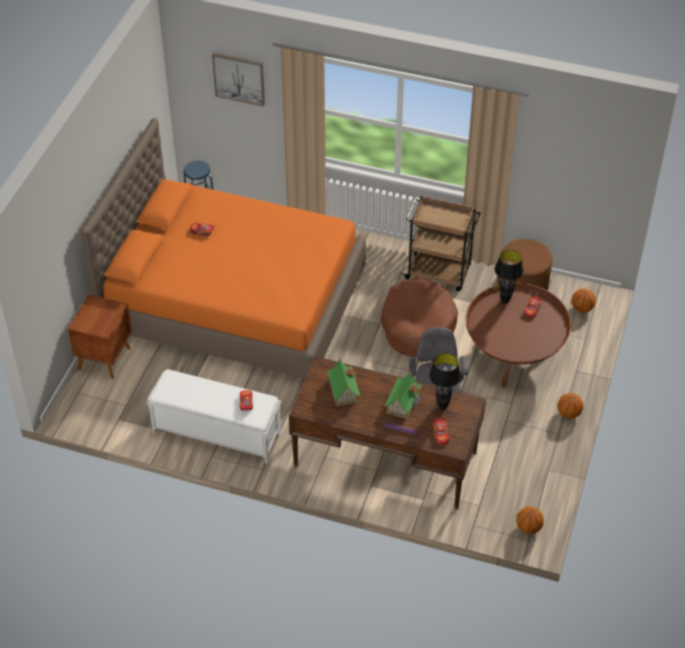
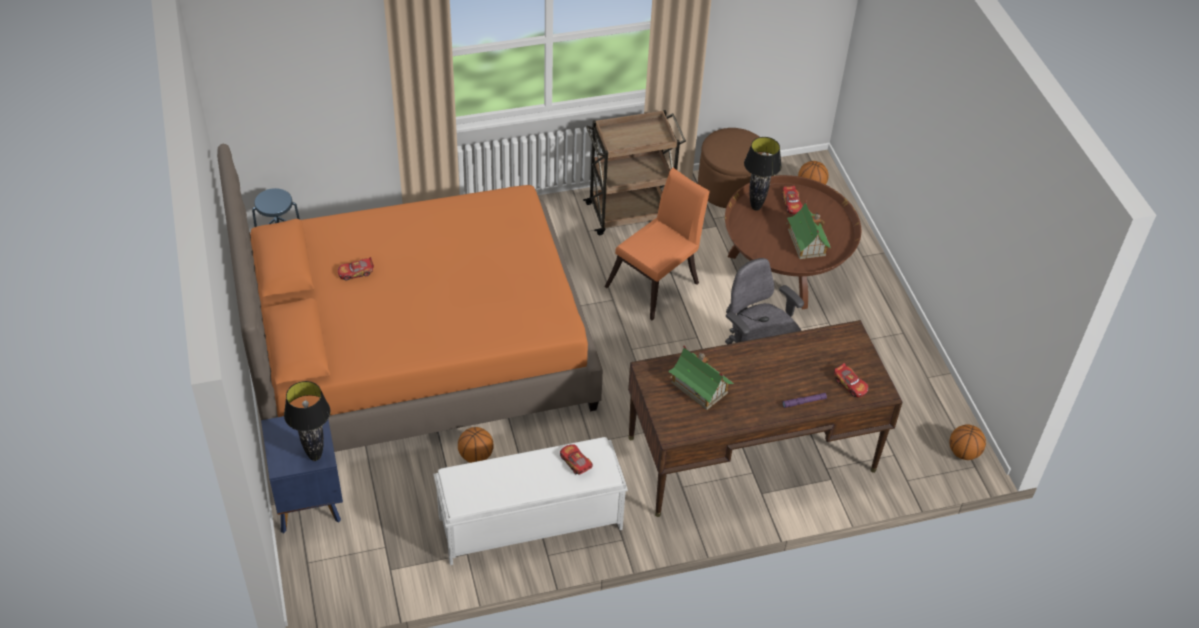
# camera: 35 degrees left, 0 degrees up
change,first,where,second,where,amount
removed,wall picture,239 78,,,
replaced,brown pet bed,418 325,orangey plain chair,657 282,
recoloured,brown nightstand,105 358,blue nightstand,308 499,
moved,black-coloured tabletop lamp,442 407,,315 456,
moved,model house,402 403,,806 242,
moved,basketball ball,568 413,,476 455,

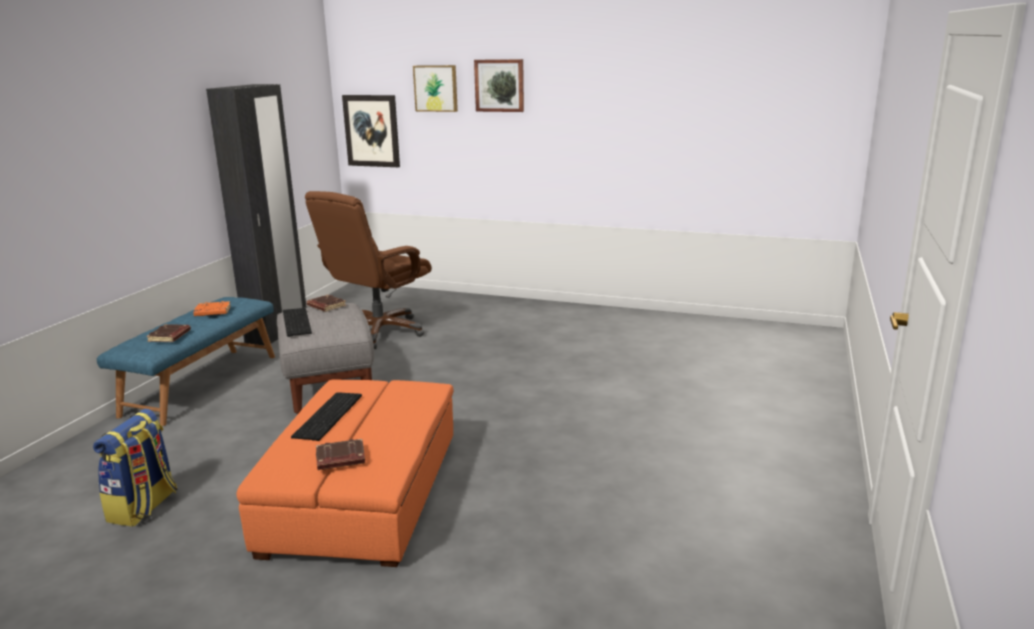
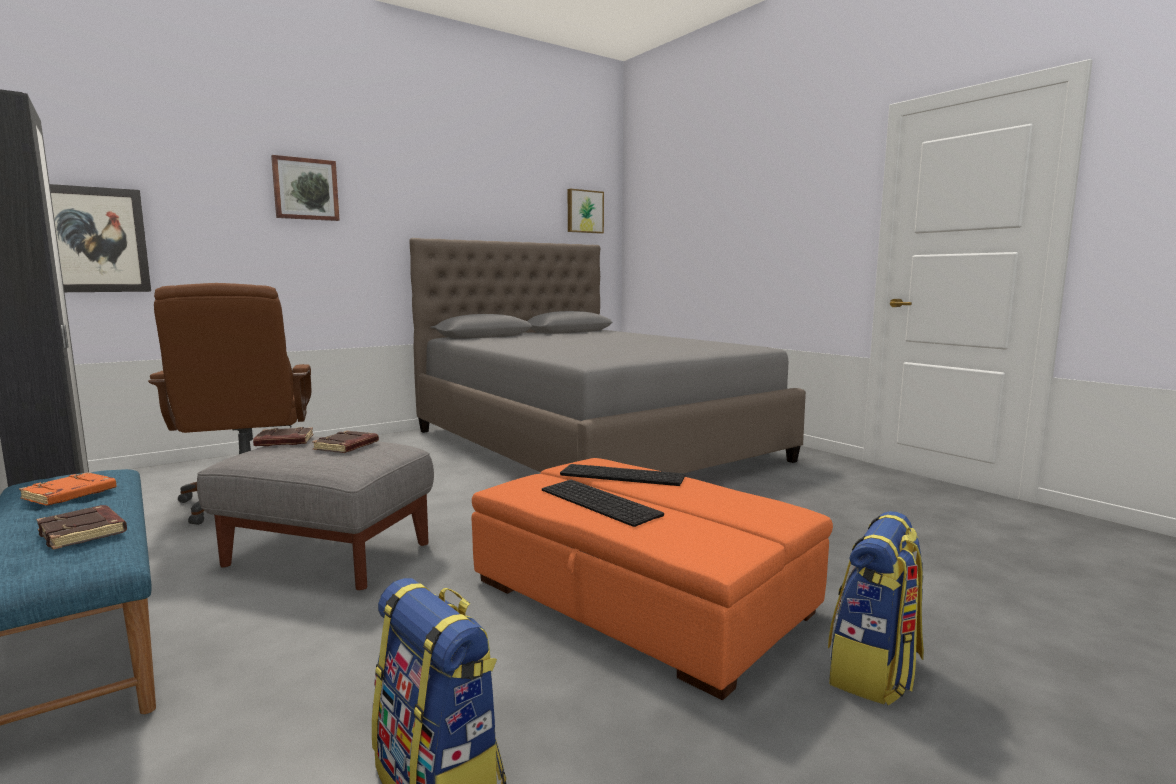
# camera: 55 degrees left, 10 degrees down
change,first,where,second,where,amount
moved,wall picture,436 88,,584 211,
moved,computer keyboard,295 322,,620 475,
moved,brown book,340 459,,347 447,
added,,,greyish sleeping bed,592 445,
added,,,knapsack,874 672,

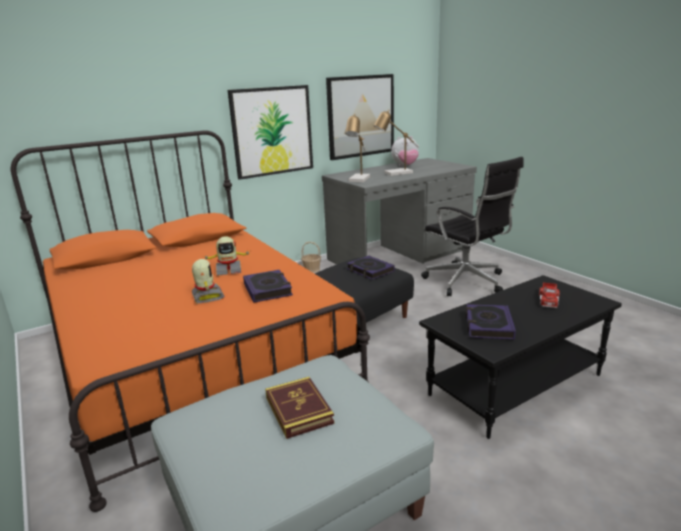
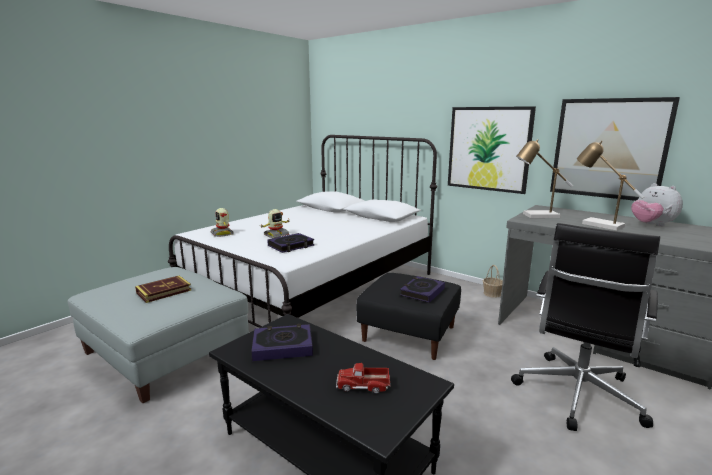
# camera: 70 degrees right, 5 degrees down
change,first,where,second,where,amount
recoloured,orangey sleeping bed,193 359,white sleeping bed,312 286,
moved,model robot,229 270,,223 233,

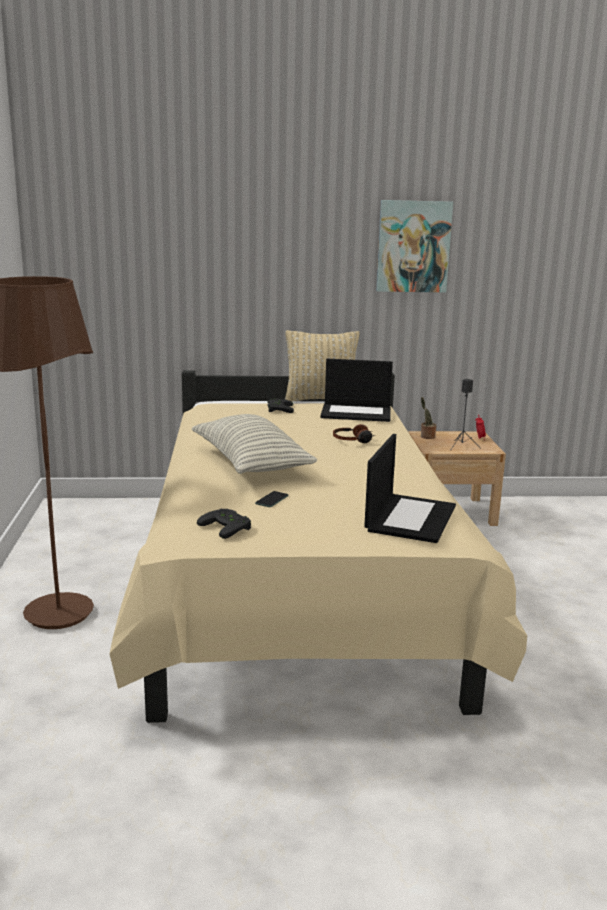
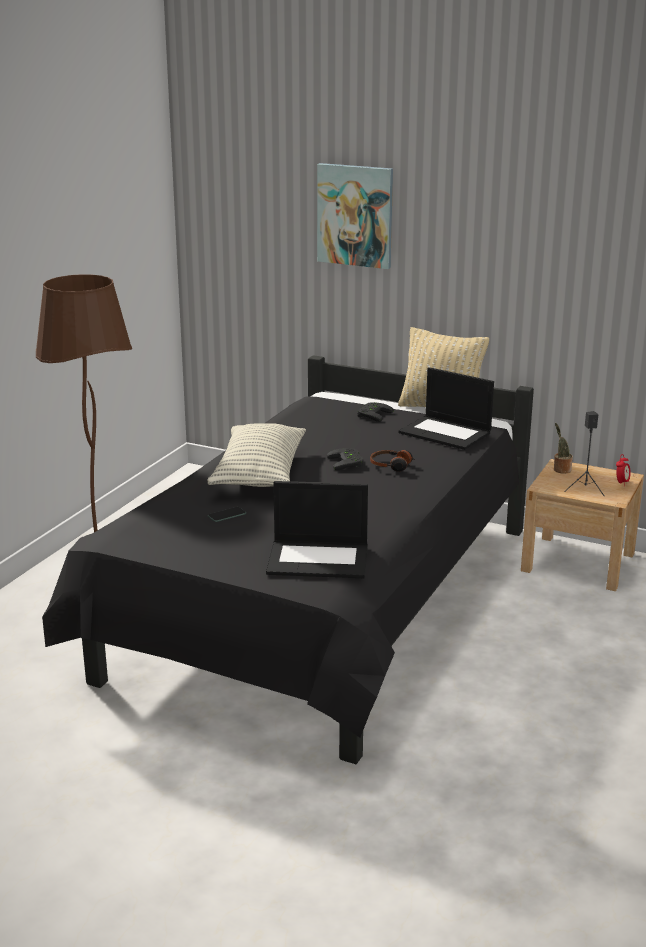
# camera: 30 degrees right, 5 degrees up
change,first,where,second,where,amount
moved,wall picture,413 246,,355 215,
recoloured,sand-coloured sleeping bed,298 590,black-coloured sleeping bed,321 608,
turned,notebook computer,410 518,,319 559,45 degrees clockwise
moved,black-coloured joypad,228 526,,348 462,

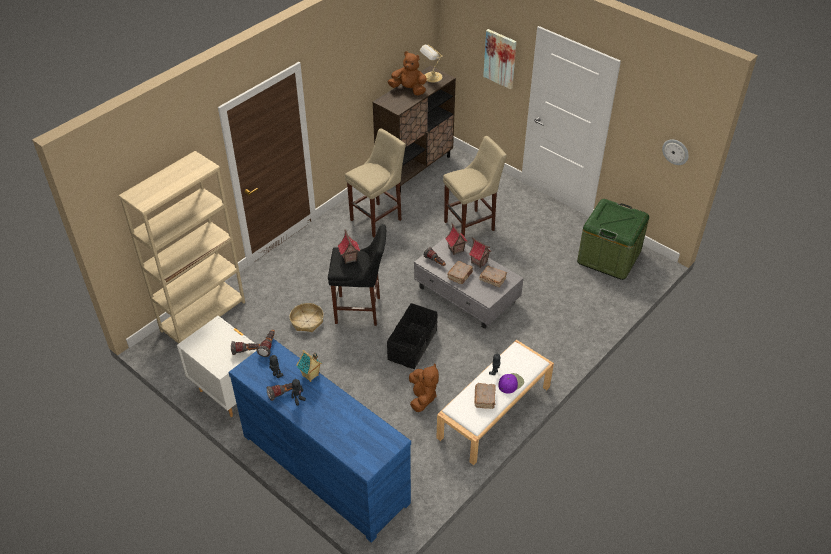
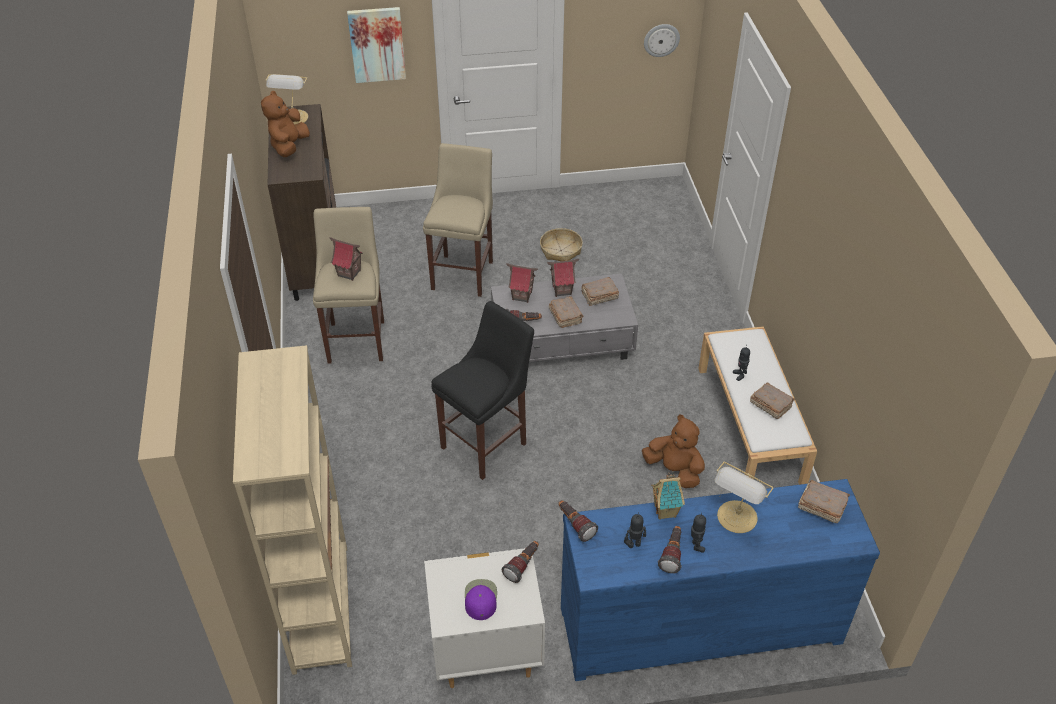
# camera: 50 degrees left, 0 degrees up
change,first,where,second,where,amount
turned,brown cuddly toy,409 90,,289 146,45 degrees counterclockwise
removed,greenish storage box,609 257,,,
moved,model house,349 258,,349 273,
moved,basket,307 321,,560 250,
removed,black-coloured storage box,413 345,,,
moved,purple cap,510 383,,480 599,
added,,,tabletop lamp,736 518,
added,,,brown book,821 506,

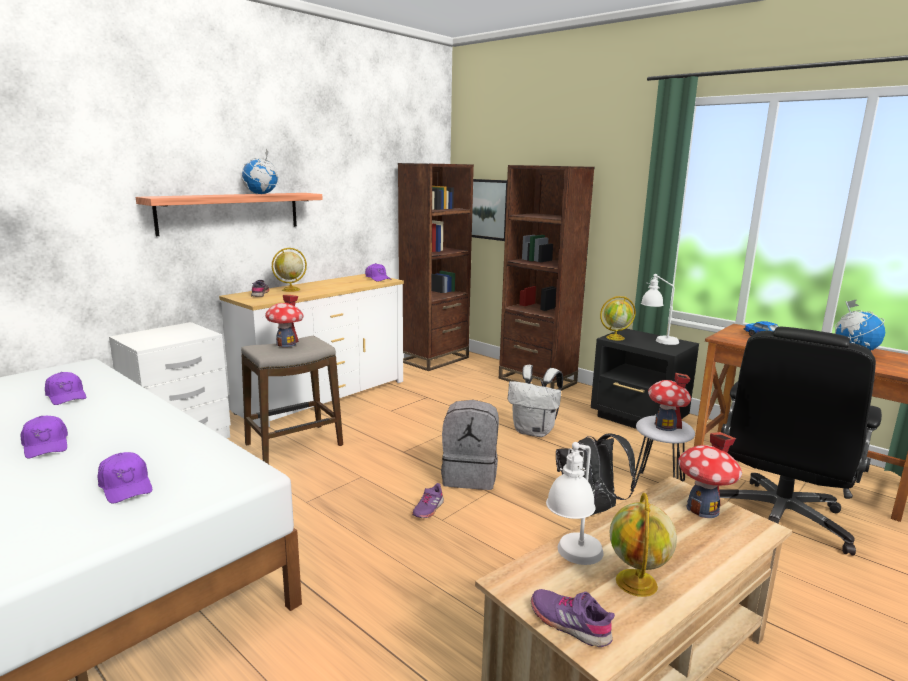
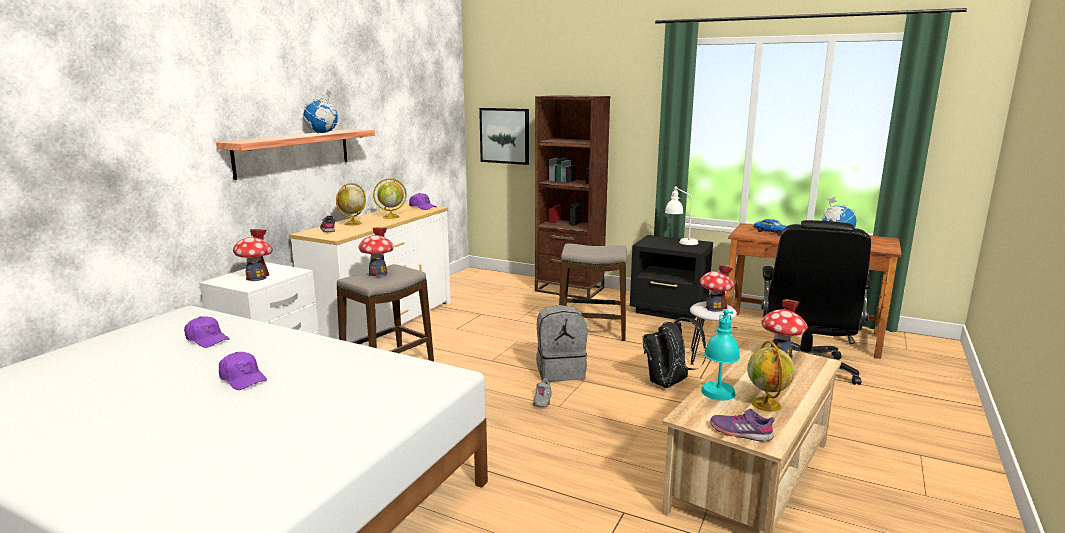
# camera: 15 degrees left, 0 degrees up
change,first,where,second,where,amount
removed,brown bookcase,434 359,,,
moved,globe,615 338,,391 217,
replaced,white knapsack,534 431,stool seat,592 330,
recoloured,white tabletop lamp,573 561,blue-green tabletop lamp,718 399,
removed,purple cap,126 486,,,
recoloured,purple low shoe,428 509,greyish low shoe,542 400,
added,,,model house,256 278,

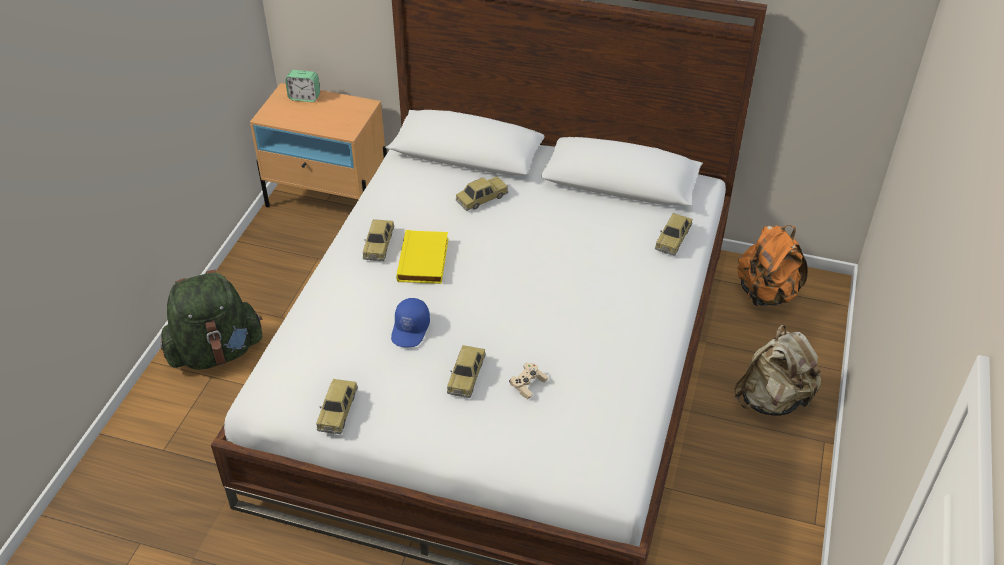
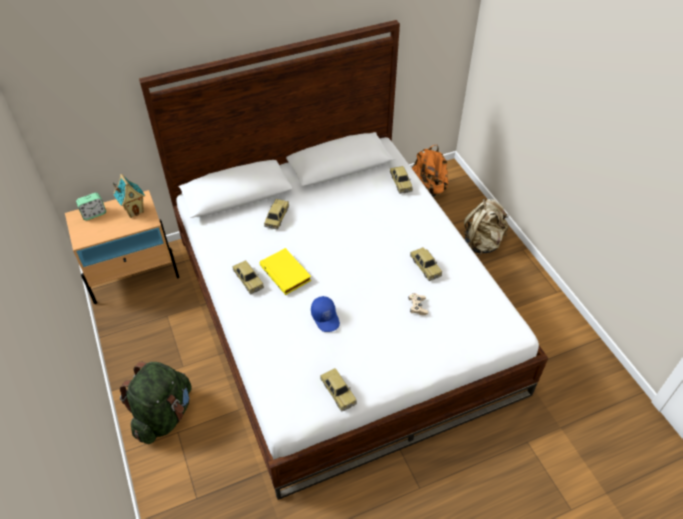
# camera: 40 degrees left, 5 degrees up
change,first,where,second,where,amount
moved,toy car,466 375,,425 266,
added,,,model house,134 210,

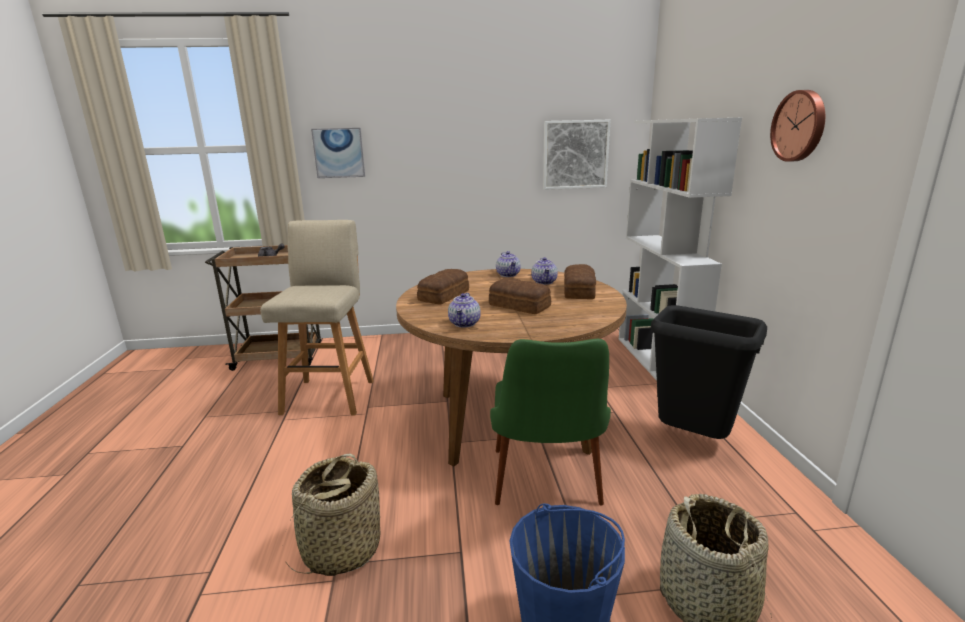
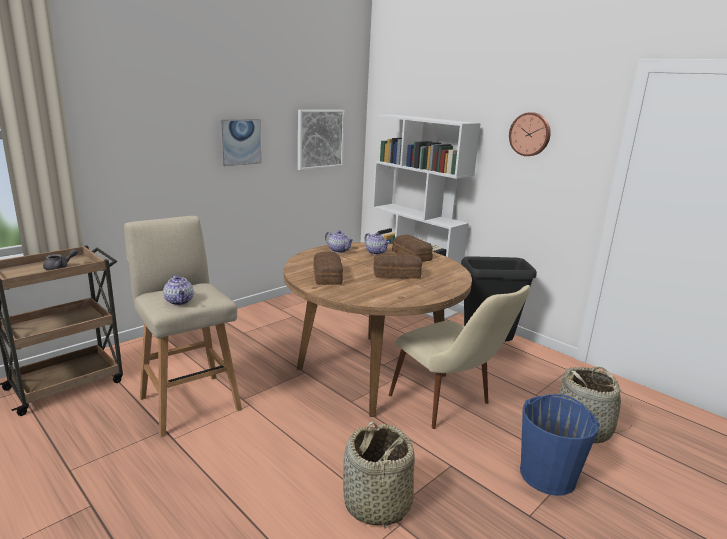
# camera: 40 degrees left, 0 degrees up
change,first,where,second,where,amount
moved,wall picture,339 153,,240 142,
moved,pot for tea,465 323,,179 301,
recoloured,greenish plain chair,547 490,sand-coloured plain chair,450 407,

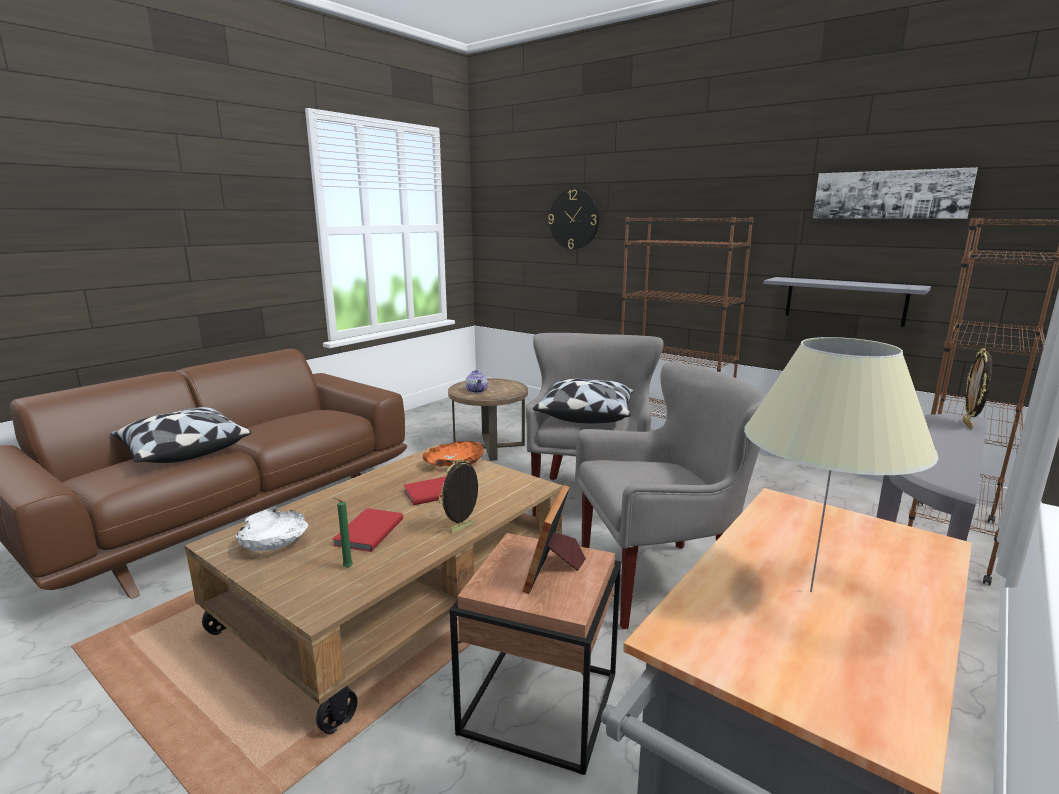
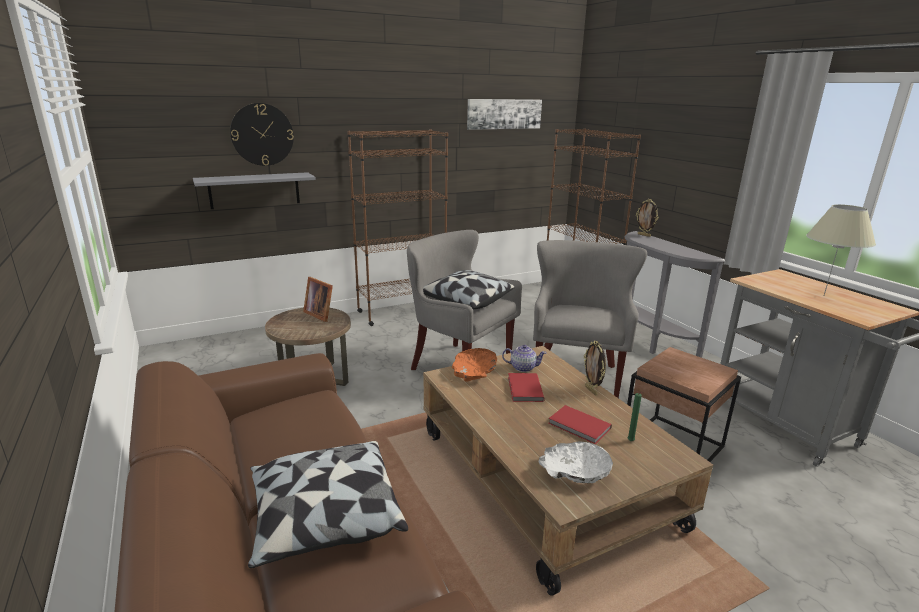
# camera: 65 degrees left, 5 degrees up
change,first,where,second,where,amount
moved,greyish shelf,845 301,,254 190,
moved,pot for tea,477 391,,522 367,
moved,picture frame,554 571,,320 314,

